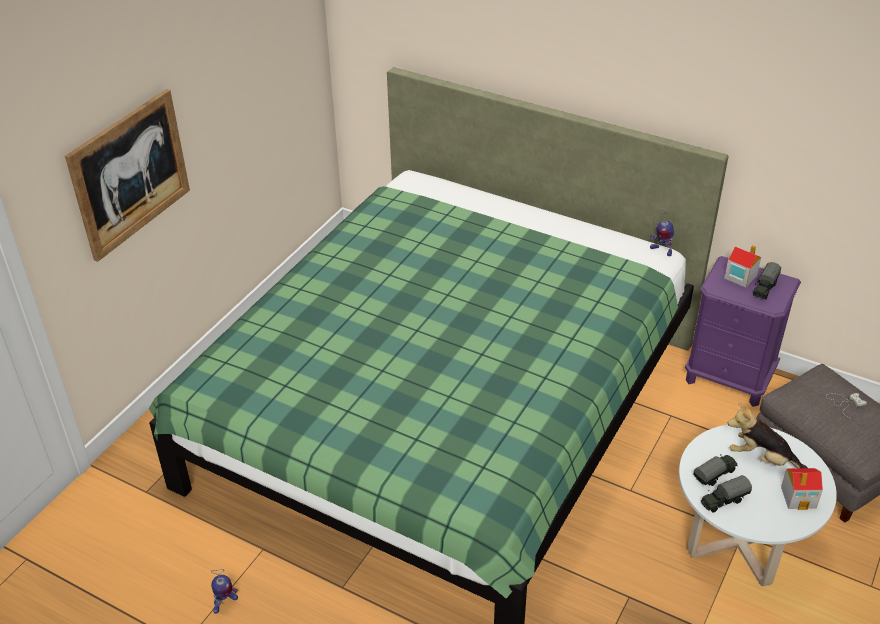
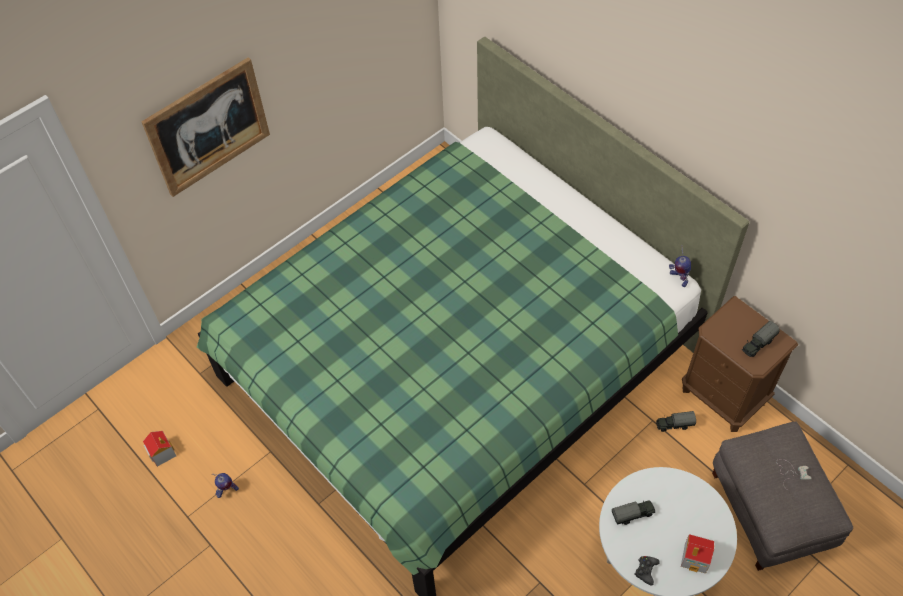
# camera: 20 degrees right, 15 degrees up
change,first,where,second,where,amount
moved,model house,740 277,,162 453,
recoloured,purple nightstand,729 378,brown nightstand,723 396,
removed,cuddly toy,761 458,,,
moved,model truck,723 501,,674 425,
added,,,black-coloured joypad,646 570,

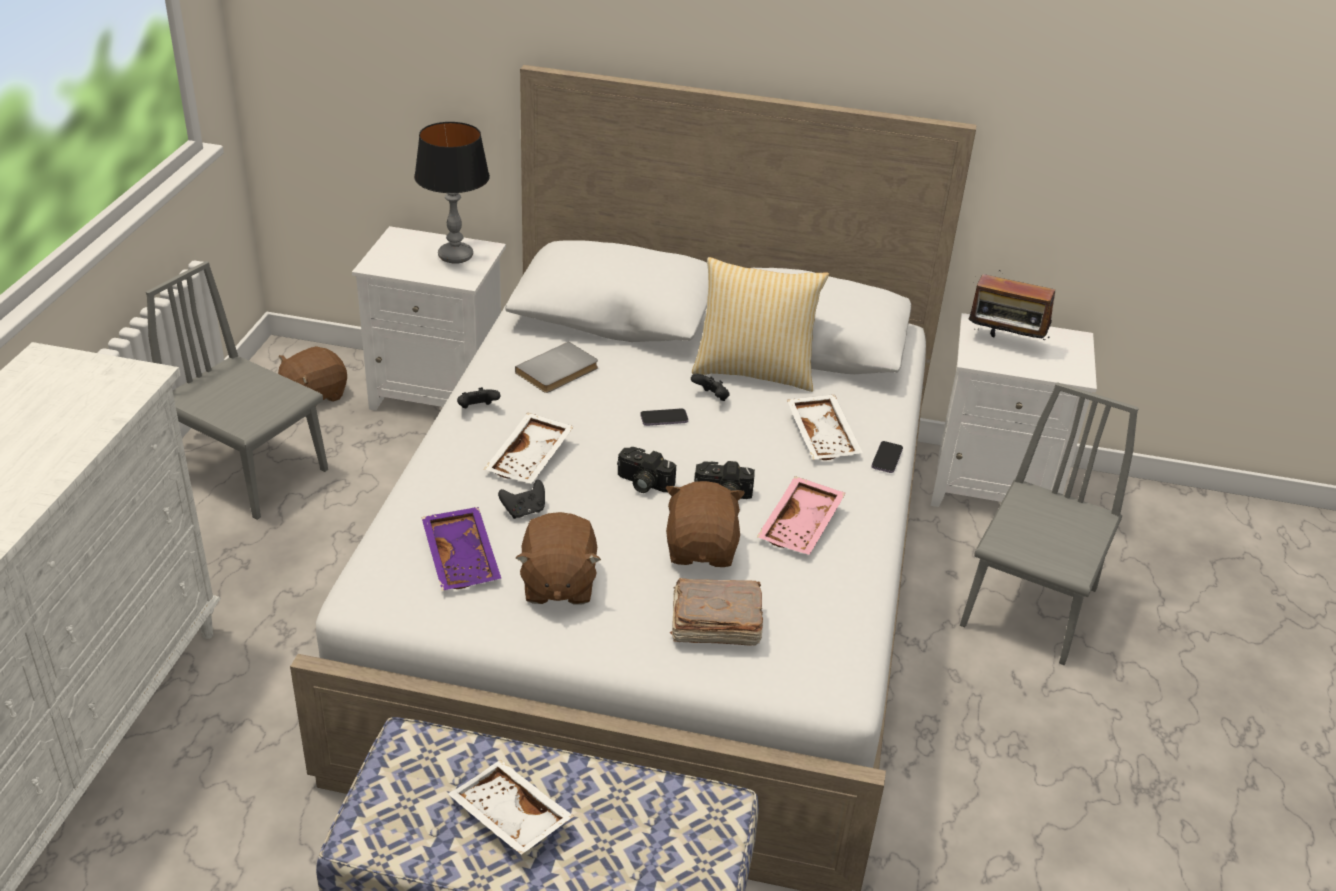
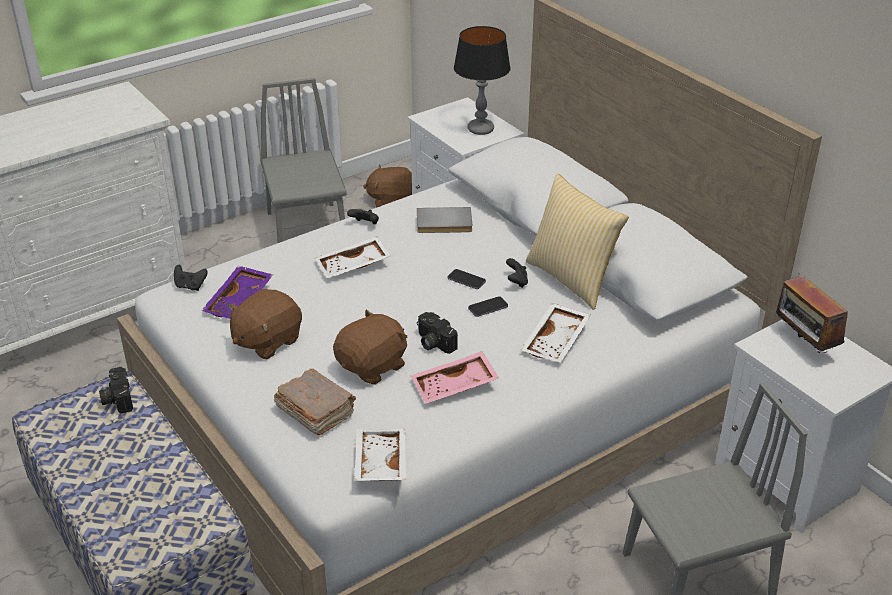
# camera: 45 degrees right, 0 degrees up
change,first,where,second,where,amount
moved,handset,886 458,,488 308,
moved,still camera,642 483,,116 398,
moved,black-coloured joypad,524 511,,190 286,
moved,white carrying tray,508 818,,379 463,

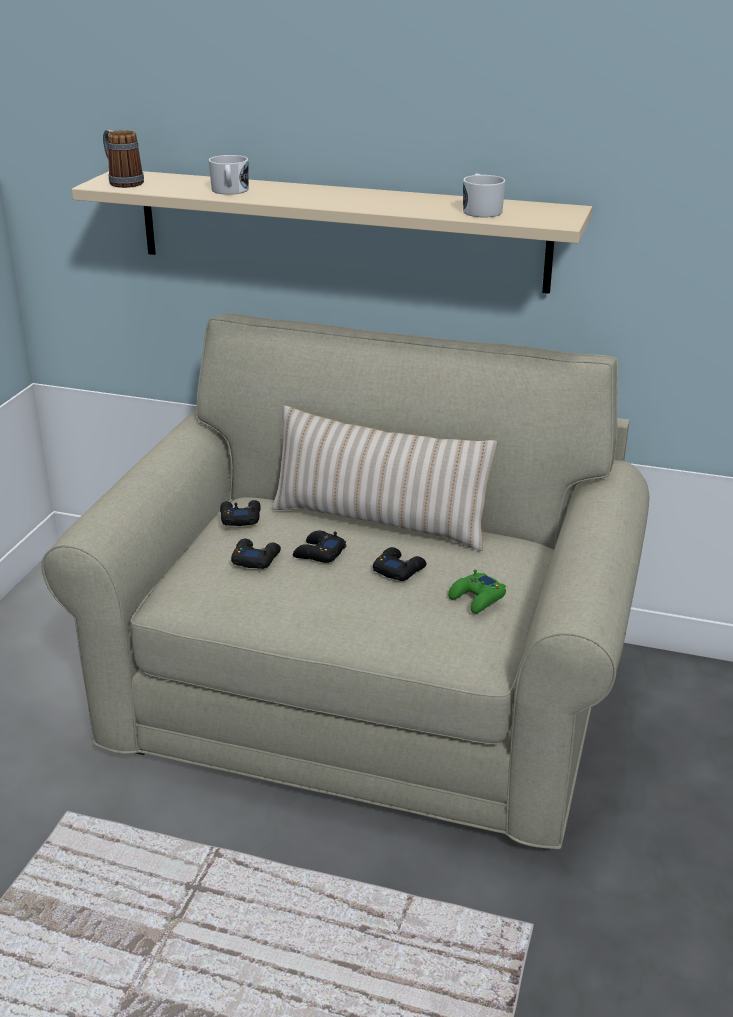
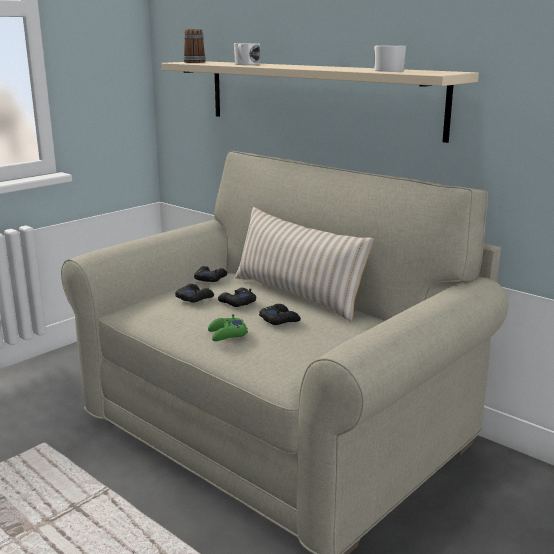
# camera: 25 degrees right, 10 degrees down
change,first,where,second,where,amount
moved,greenish joypad,477 598,,227 334,

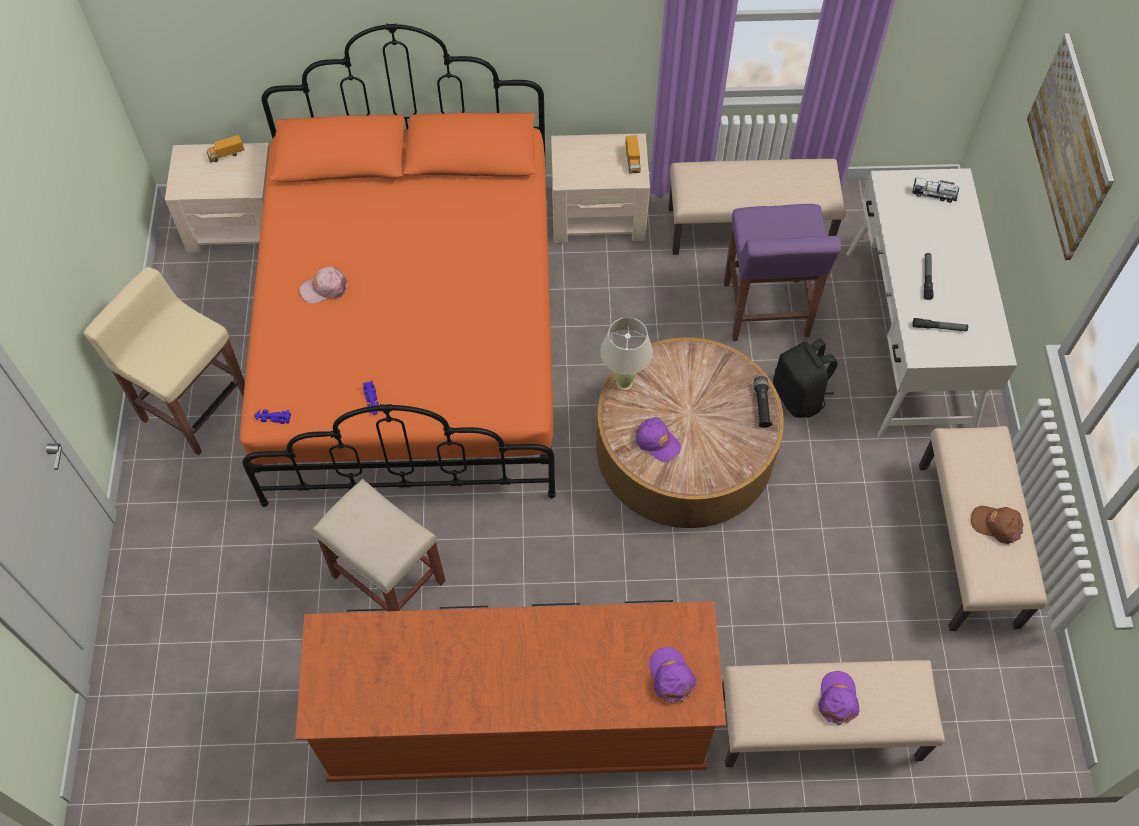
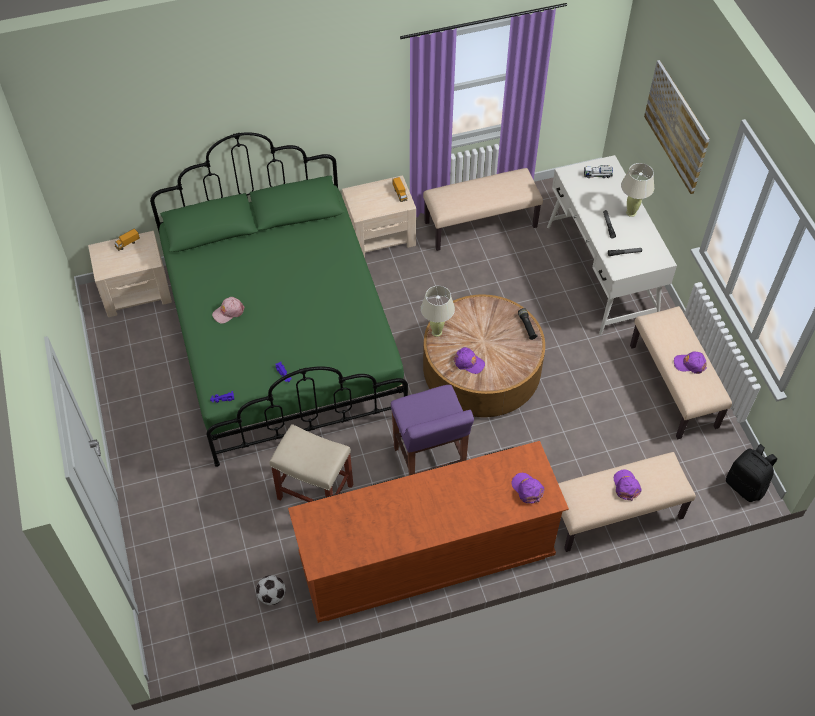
# camera: 15 degrees left, 5 degrees down
change,first,where,second,where,amount
recoloured,orangey sleeping bed,414 337,greenish sleeping bed,283 338,
moved,purple stool seat,765 311,,429 463,
removed,sand-coloured stool seat,194 407,,,
moved,black-coloured knapsack,799 396,,746 485,
recoloured,brown cap,996 524,purple cap,690 364,
added,,,sand-coloured tabletop lamp,631 212,
added,,,football,272 596,

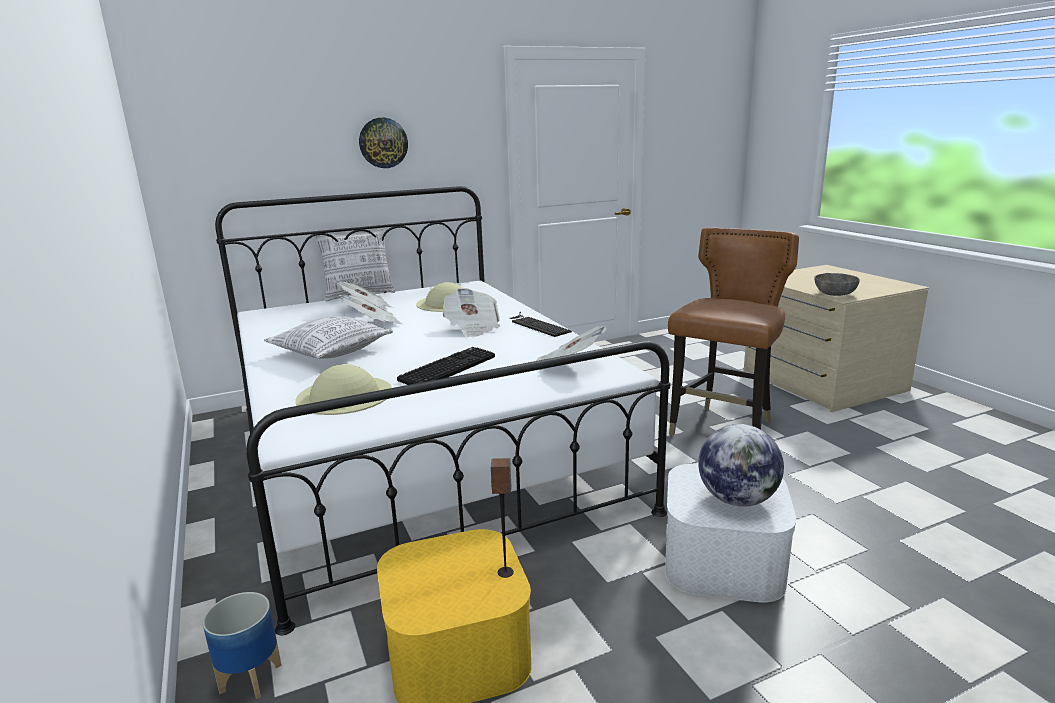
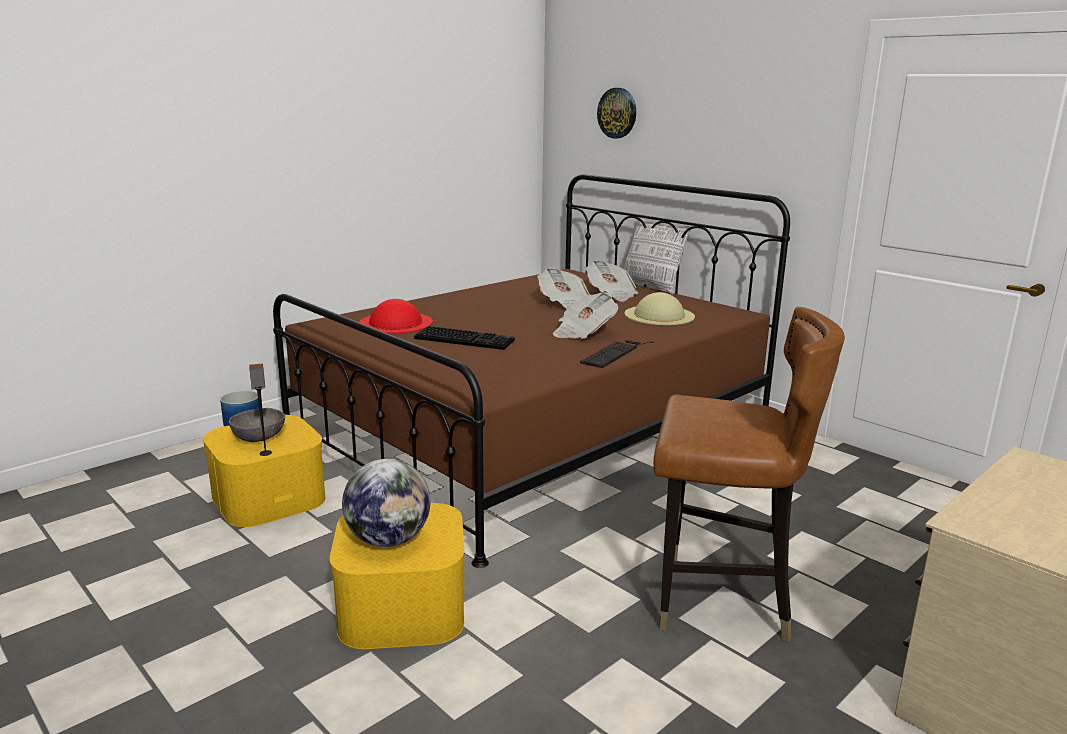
# camera: 70 degrees right, 0 degrees up
change,first,where,second,where,amount
moved,clock on the wall,383 143,,617 113,
recoloured,white sleeping bed,420 451,brown sleeping bed,534 430,
moved,greyish serving bowl,834 294,,259 437,
removed,pillow,331 351,,,
removed,daily paper,568 366,,,
recoloured,sand-coloured clothing hat,344 395,red-coloured clothing hat,396 322,
recoloured,white storage box,723 560,yellowish storage box,402 607,

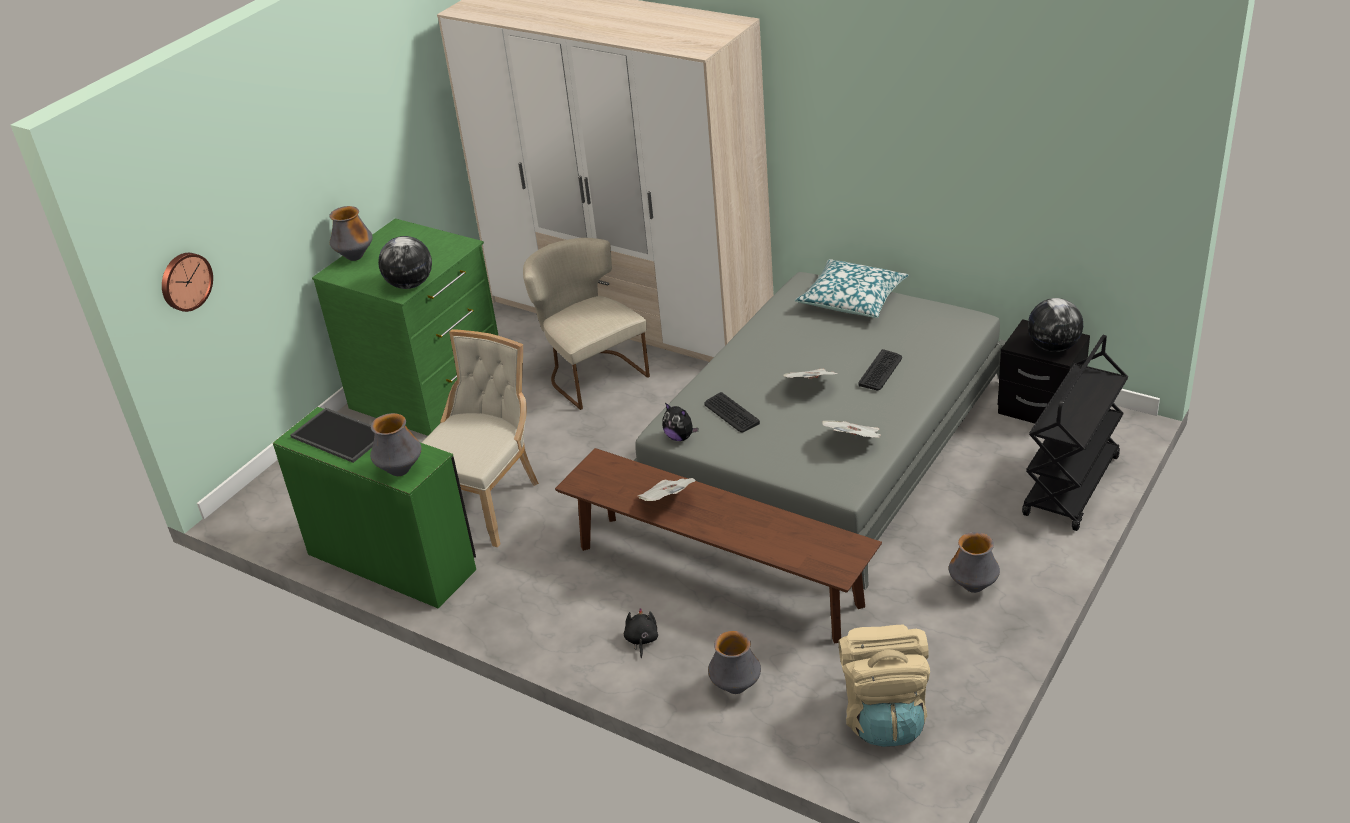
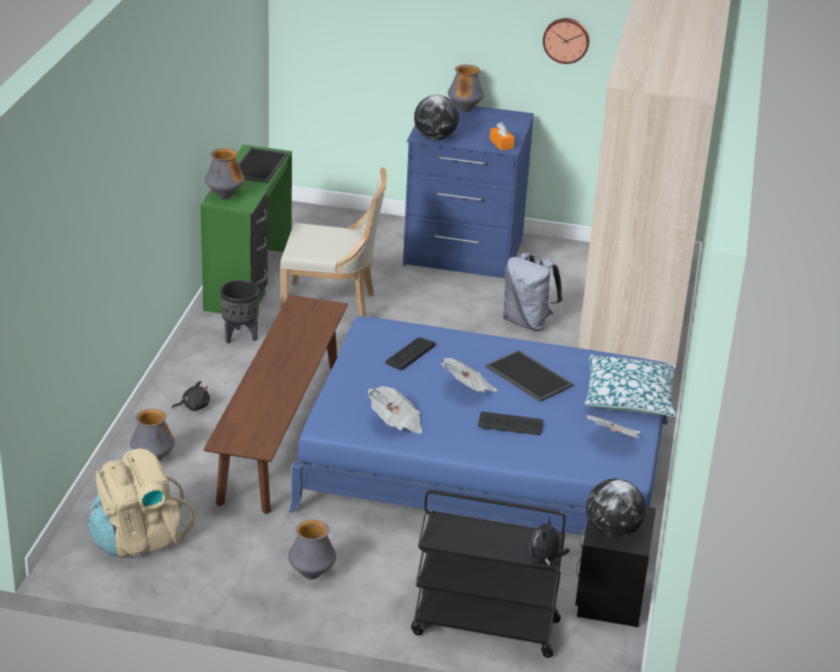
# camera: 65 degrees right, 5 degrees down
change,first,where,second,where,amount
recoloured,greenish dresser,429 391,blue dresser,463 251,
replaced,sand-coloured plain chair,591 374,greyish knapsack,527 322,
moved,clock on the wall,185 281,,566 40,
recoloured,greyish sleeping bed,825 443,blue sleeping bed,486 464,
moved,cuddly toy,680 437,,545 560,
moved,daily paper,667 501,,614 439,
added,,,orangey box of tissues,501 144,
added,,,black-coloured flower pot,240 336,
added,,,carrying tray,527 376,

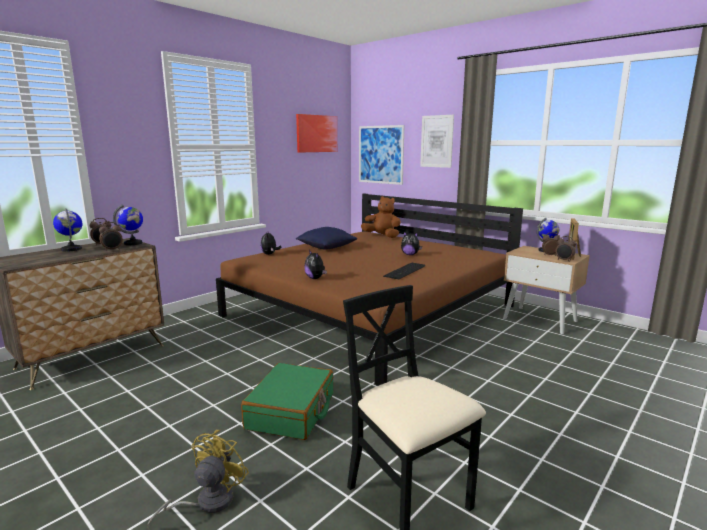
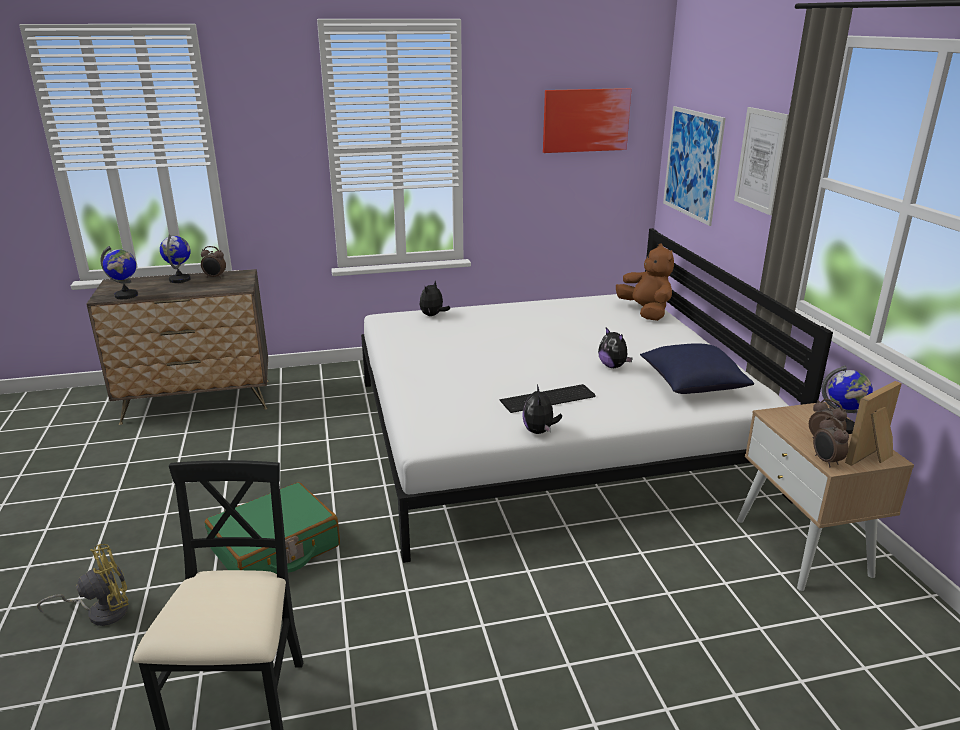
# camera: 35 degrees right, 10 degrees up
change,first,where,second,where,amount
recoloured,brown sleeping bed,371 310,white sleeping bed,551 434,
moved,globe,133 243,,126 295,
removed,bedside clock,112 250,,,
moved,blue pillow,326 248,,692 385,
moved,cuddly toy,315 278,,539 431,

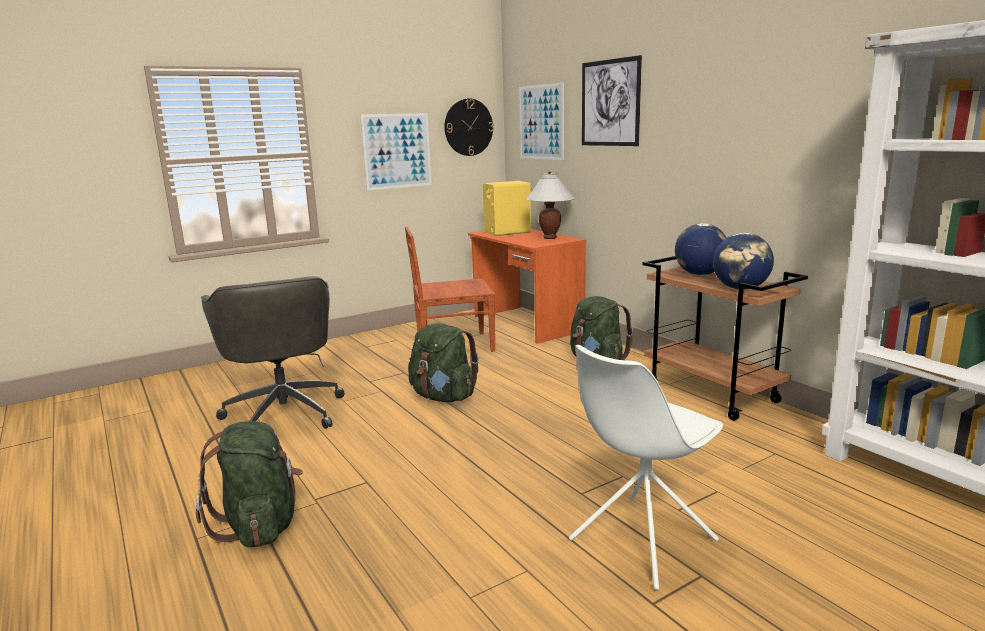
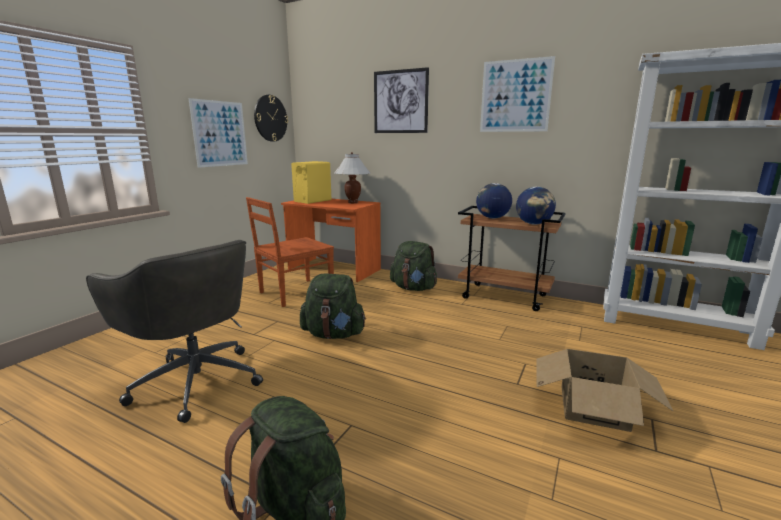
# camera: 30 degrees left, 0 degrees up
change,first,where,second,where,amount
moved,wall picture,541 122,,515 96,
replaced,white plain chair,640 541,carton,593 407,

